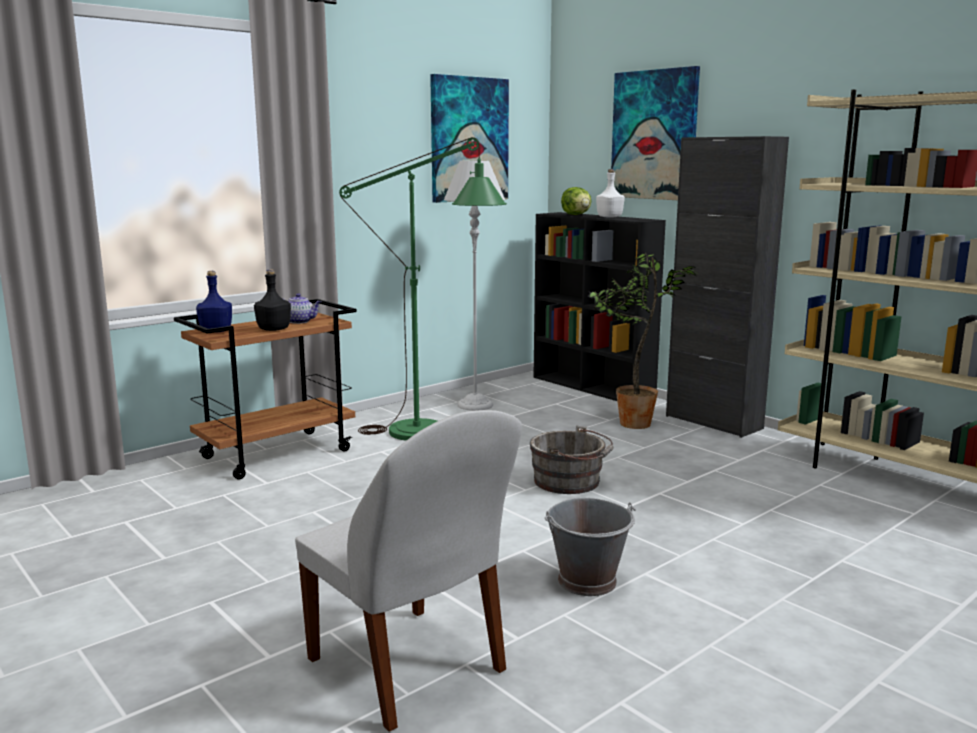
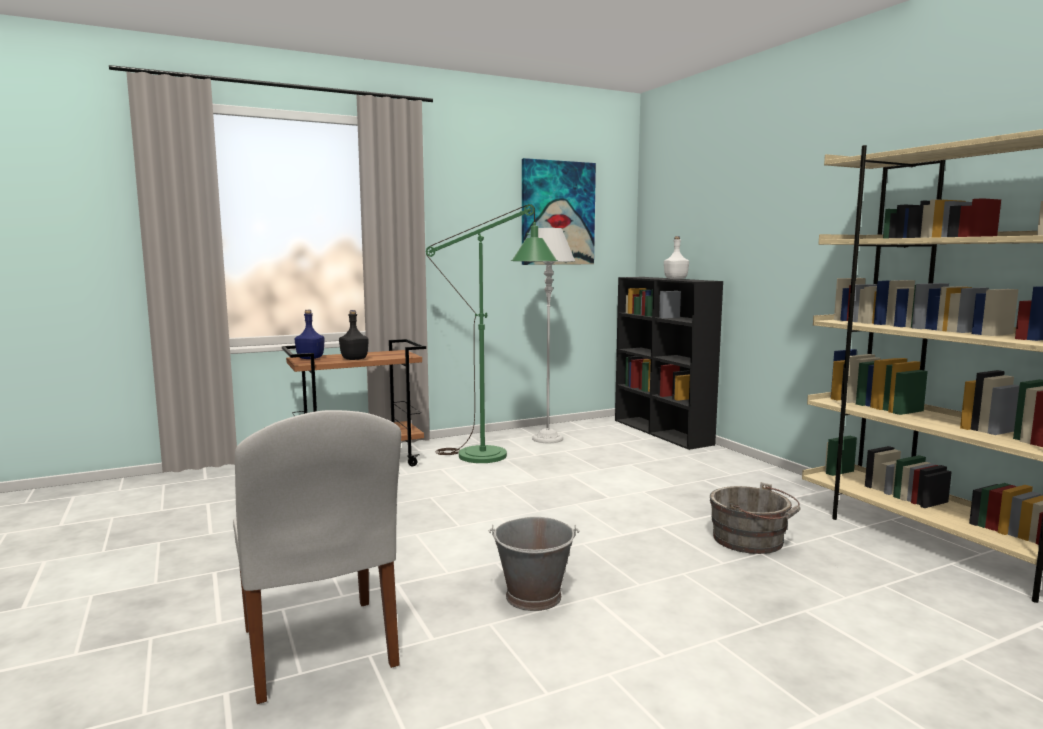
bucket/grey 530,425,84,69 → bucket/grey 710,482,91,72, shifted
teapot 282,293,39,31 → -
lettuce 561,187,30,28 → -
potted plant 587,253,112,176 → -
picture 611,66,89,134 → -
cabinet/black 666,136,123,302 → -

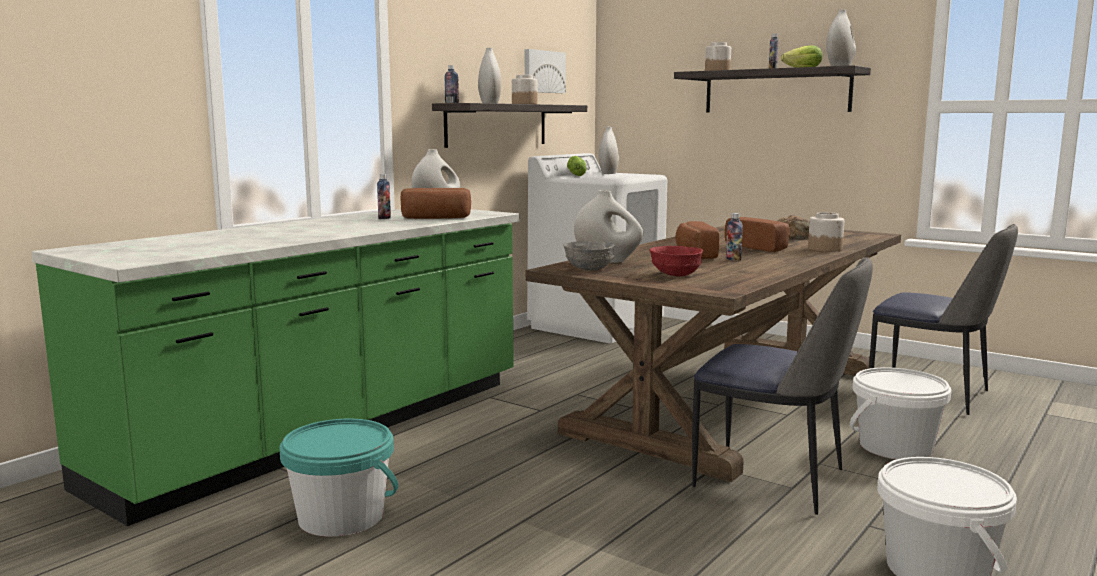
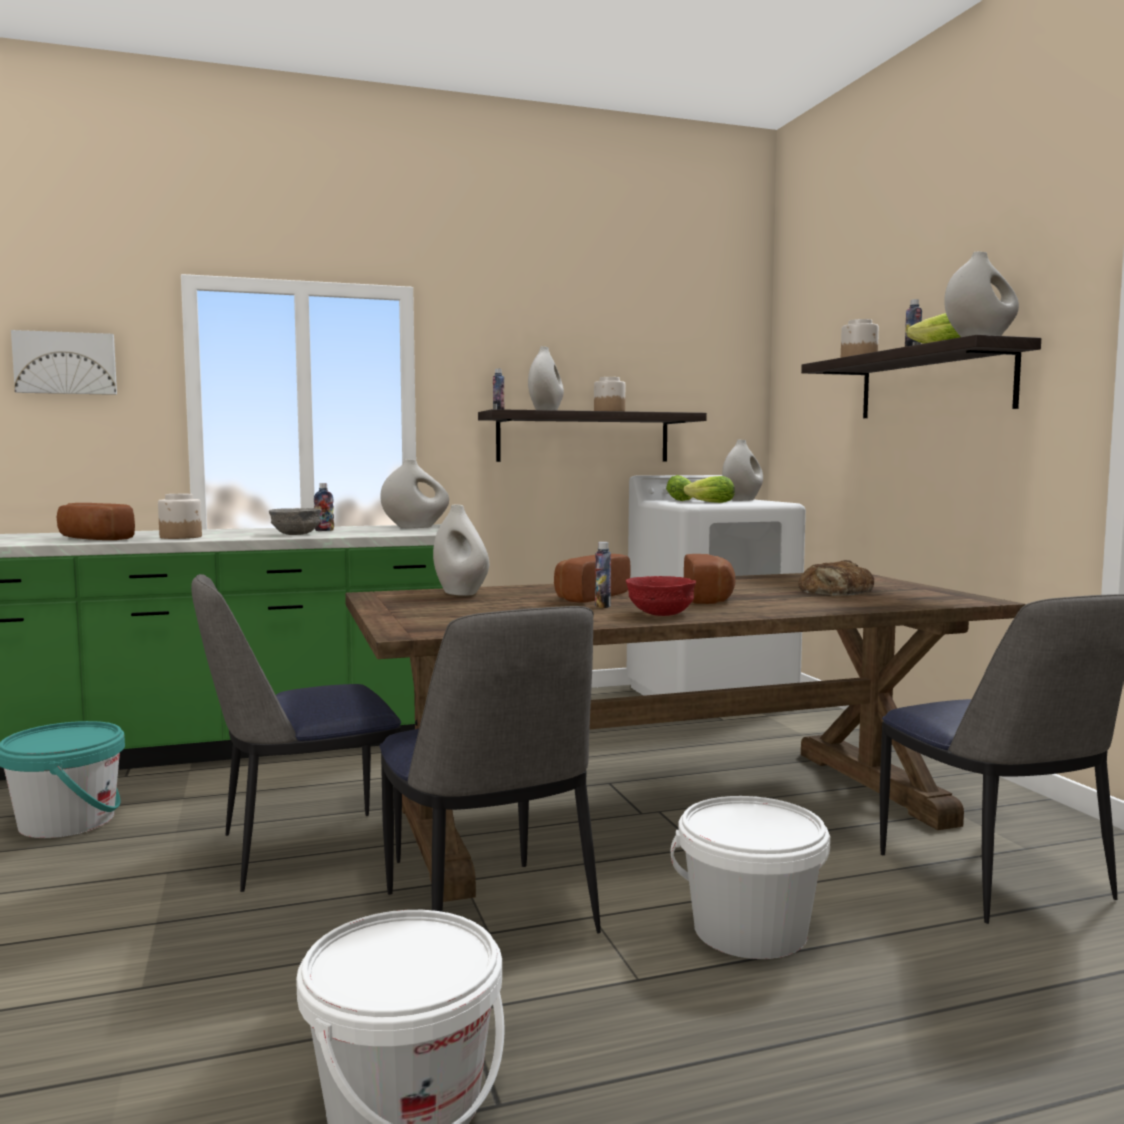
picture 525,49,41,44 → picture 11,330,106,65, shifted
bread 400,188,71,31 → bread 57,503,78,37, shifted
jar 808,212,36,40 → jar 158,494,44,45, shifted
- → chair 191,574,211,318
bowl/grey 563,241,52,30 → bowl/grey 269,508,53,27, shifted
bowl/red 650,246,53,31 → bowl/red 626,576,70,40, shifted
- → lettuce 684,476,51,27

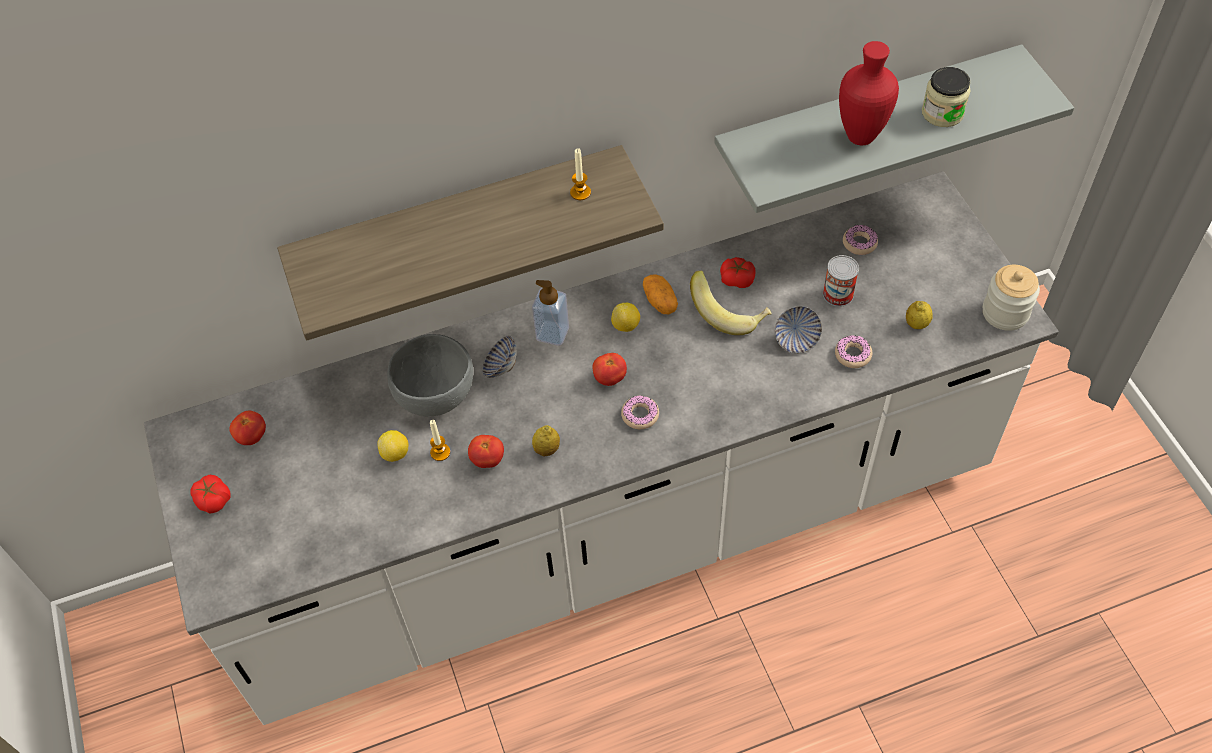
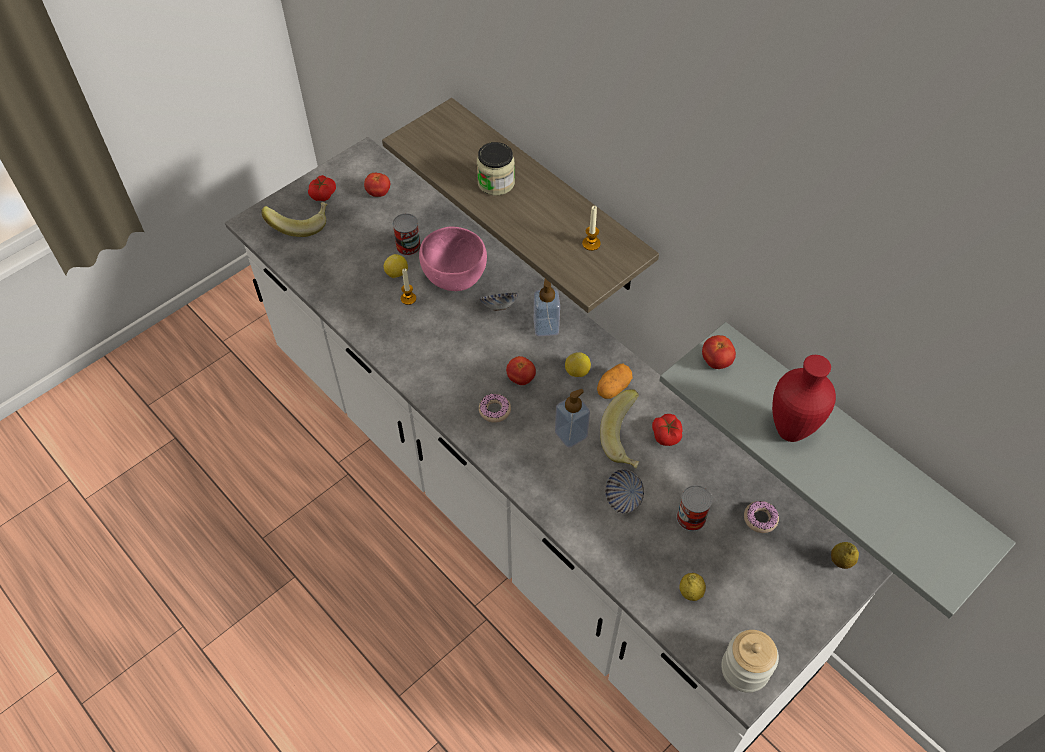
- → banana 261,202,67,35
- → can 393,213,28,43
bowl/grey 387,334,86,82 → bowl/pink 419,227,68,64
jar 922,67,49,60 → jar 477,142,38,53, shifted
- → soap dispenser 555,389,35,59
tomato 468,435,36,33 → tomato 702,335,34,34, shifted
lemon 532,425,28,31 → lemon 831,542,28,27, shifted
donut 835,335,37,33 → -

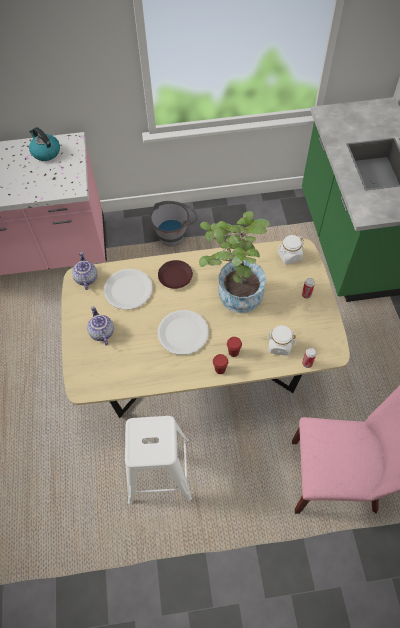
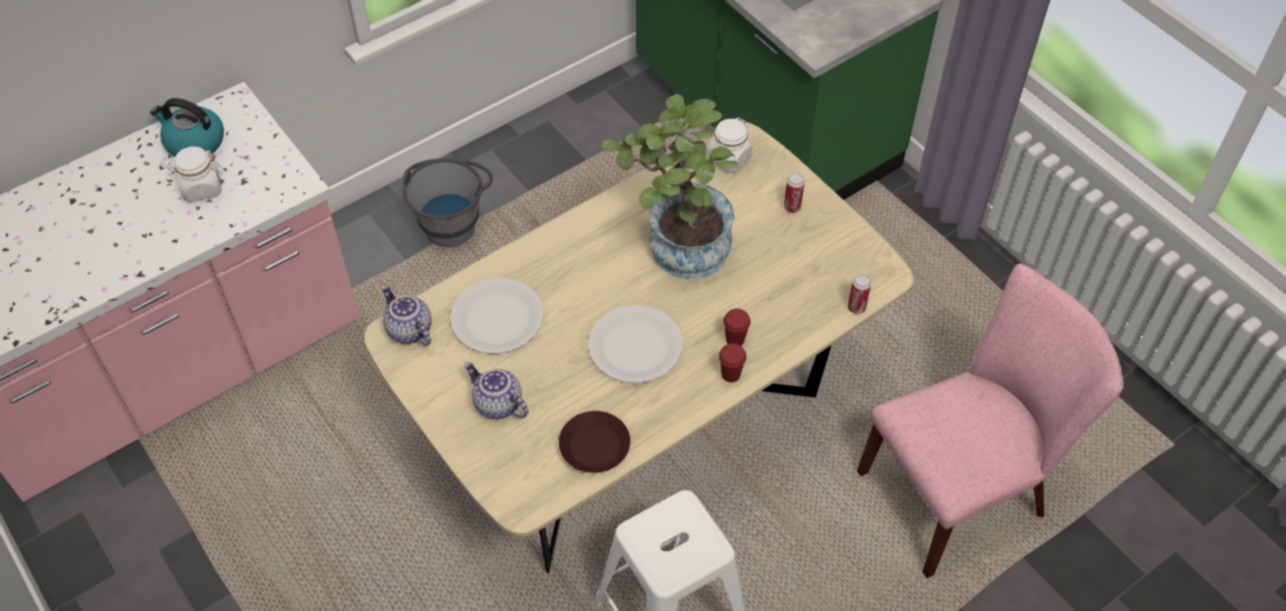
jar/white 266,325,30,31 → jar/white 167,147,56,55, shifted
plate/brown 158,260,35,29 → plate/brown 559,411,71,62, shifted

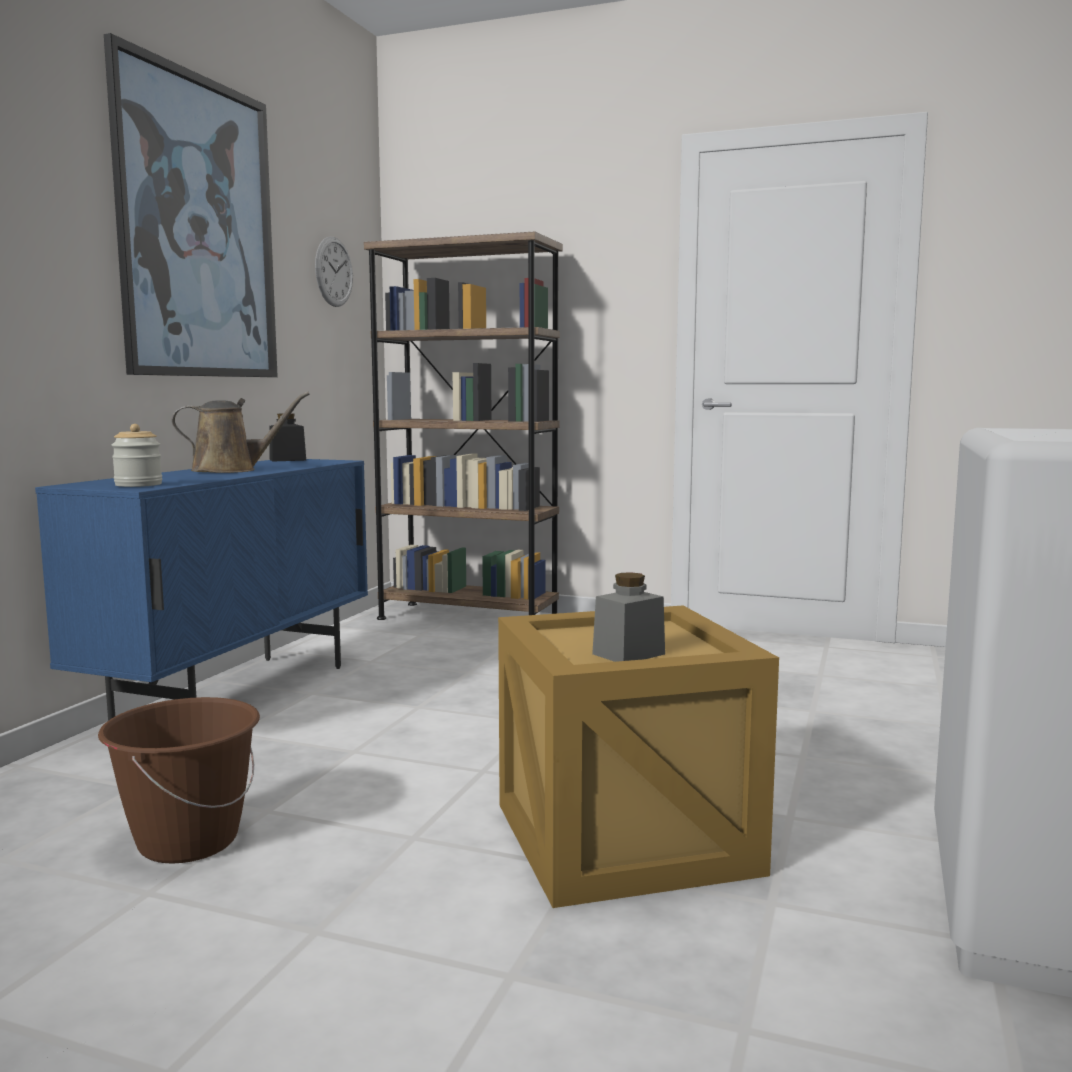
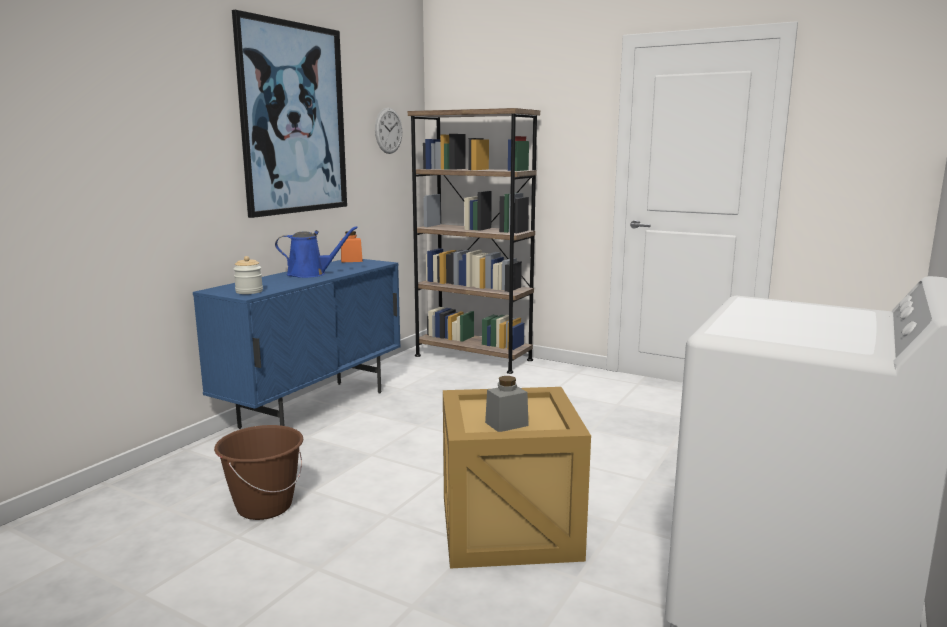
watering can/brown 172,392,137,81 → watering can/blue 275,226,83,52
jar/black 270,413,36,48 → jar/orange 341,231,22,31

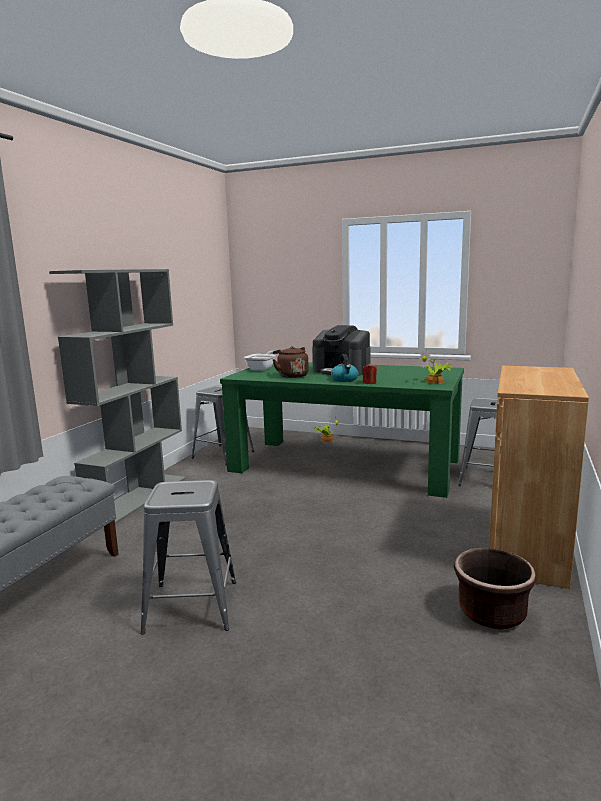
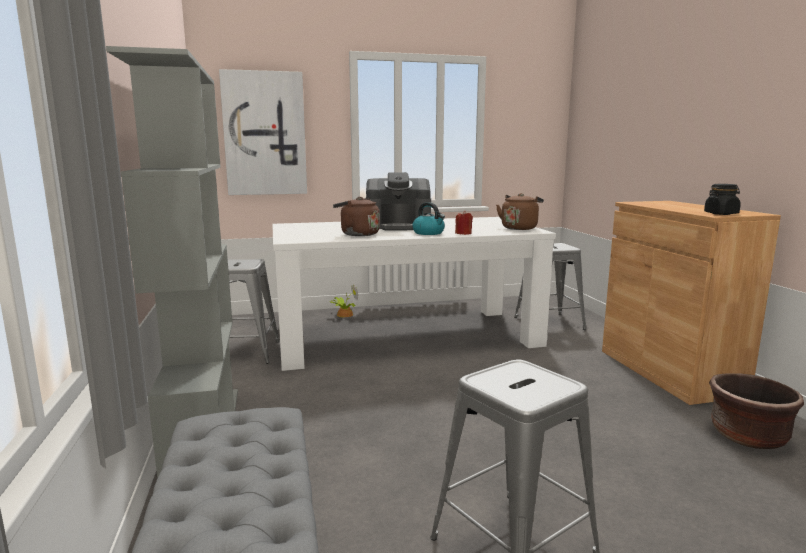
- → picture 219,69,88,126
dining table/green 220,361,244,137 → dining table/white 272,217,284,154
potted plant 419,349,33,35 → kettle/brown 496,193,48,37
- → jar/black 704,184,37,31
frying pan 244,351,32,20 → -

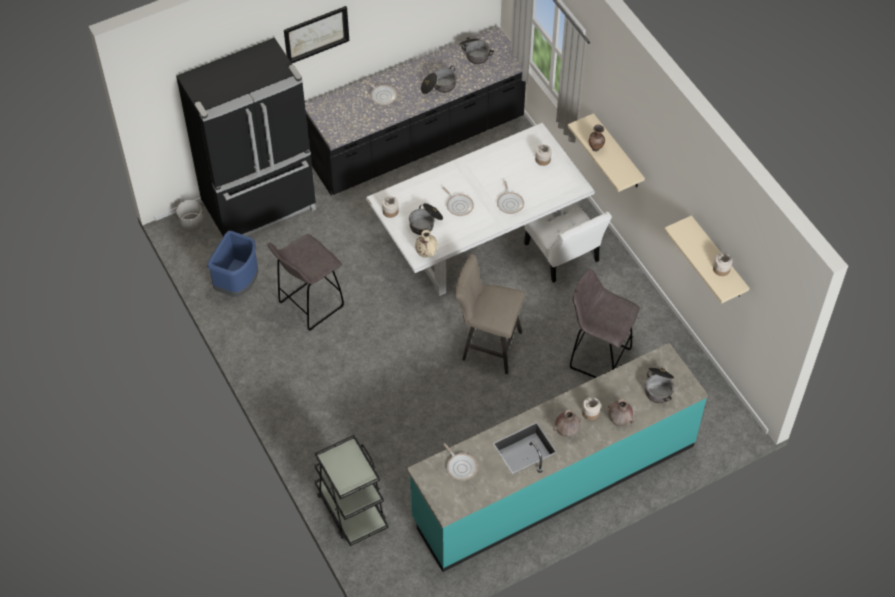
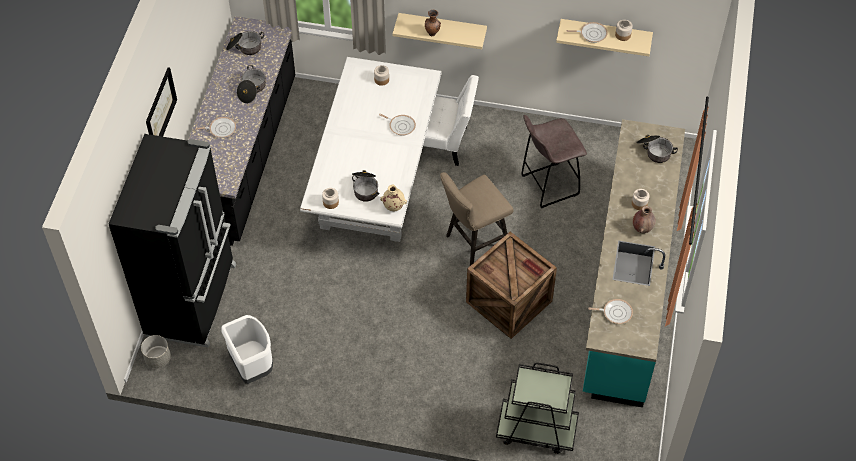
trash can/blue 207,231,51,66 → trash can/white 221,315,52,69
- → crate 466,232,91,107
frying pan 442,187,32,29 → frying pan 567,22,41,21, shifted
stool/grey 267,234,77,97 → -
vase/brown 608,399,25,27 → -

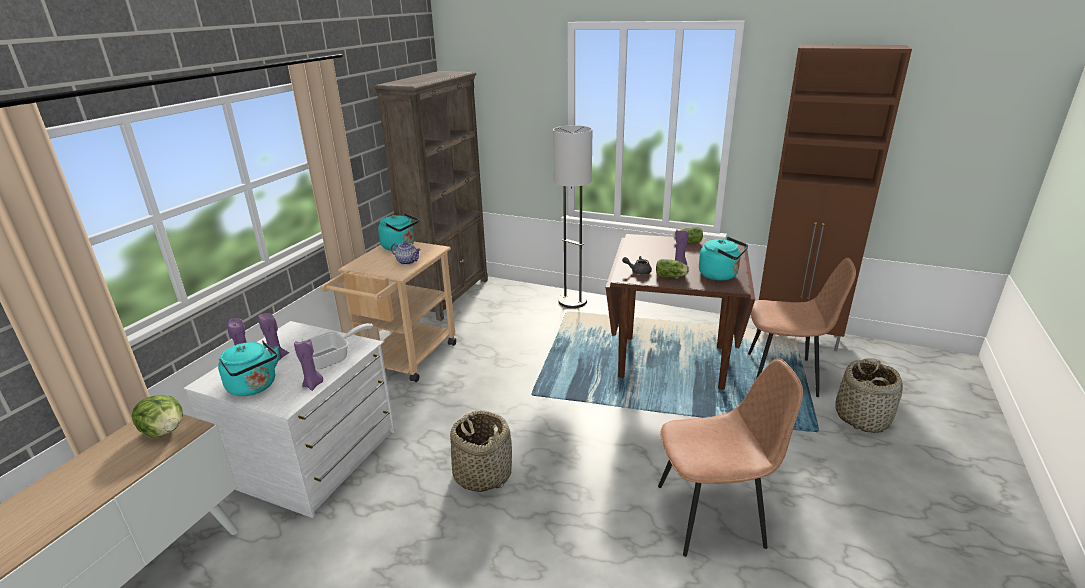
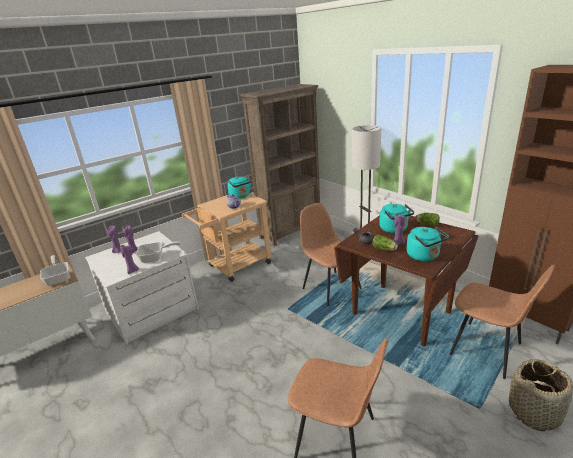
lettuce 132,395,51,42 → frying pan 40,255,30,31
- → chair/brown 300,203,62,104
kettle/turquoise 218,340,61,56 → kettle/turquoise 379,204,35,29, shifted
basket 450,410,62,82 → -

